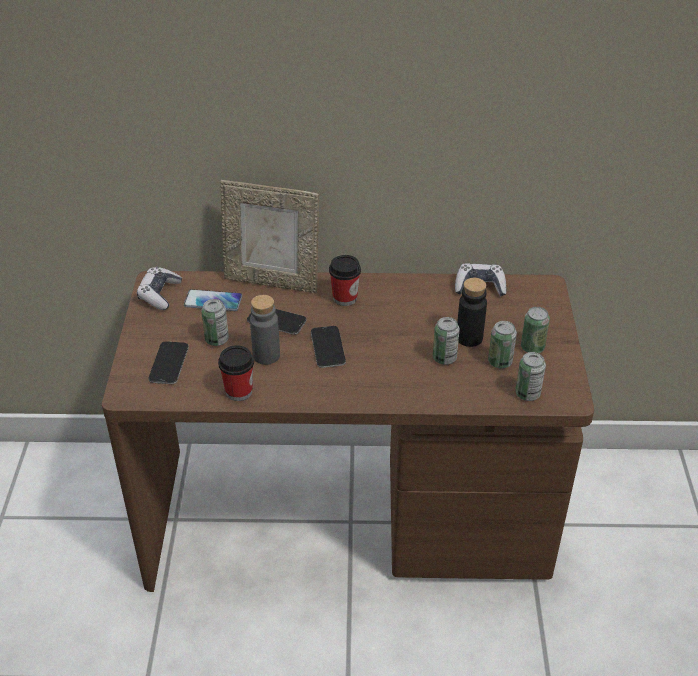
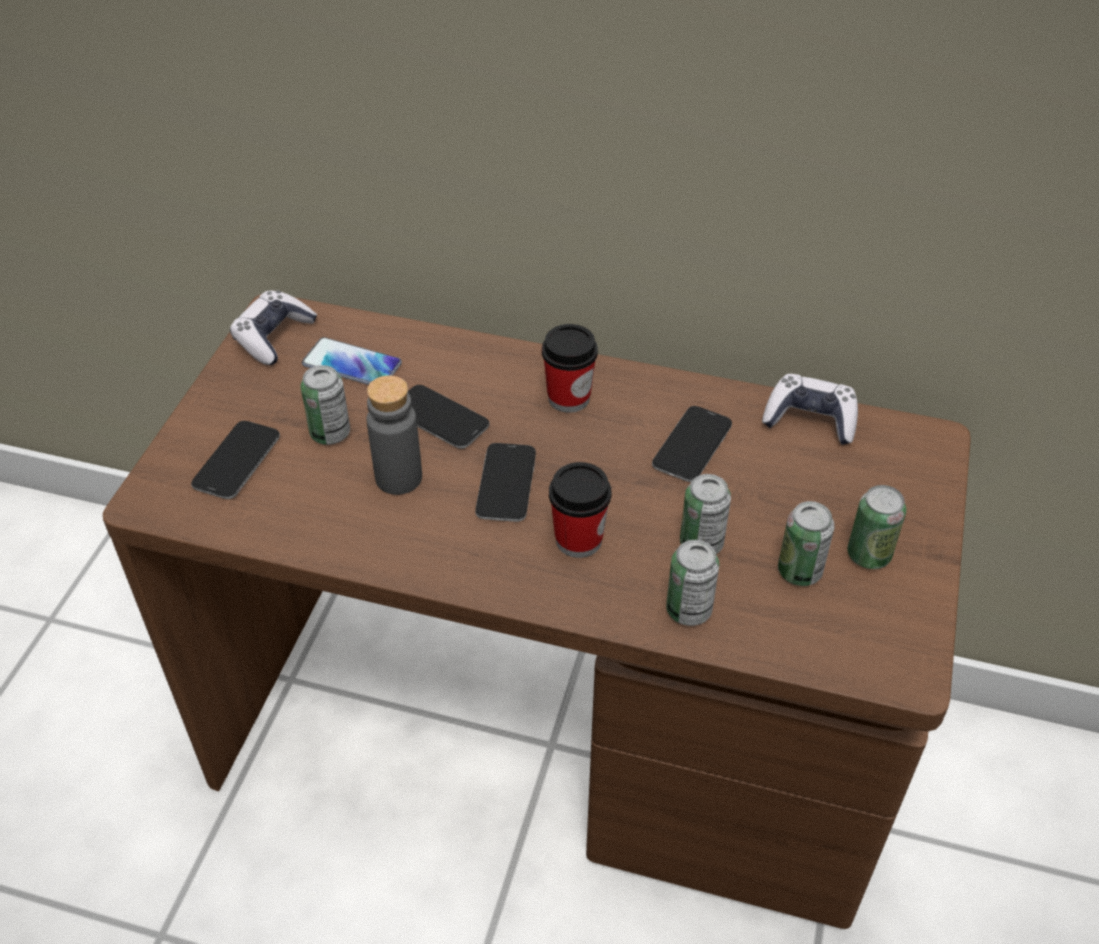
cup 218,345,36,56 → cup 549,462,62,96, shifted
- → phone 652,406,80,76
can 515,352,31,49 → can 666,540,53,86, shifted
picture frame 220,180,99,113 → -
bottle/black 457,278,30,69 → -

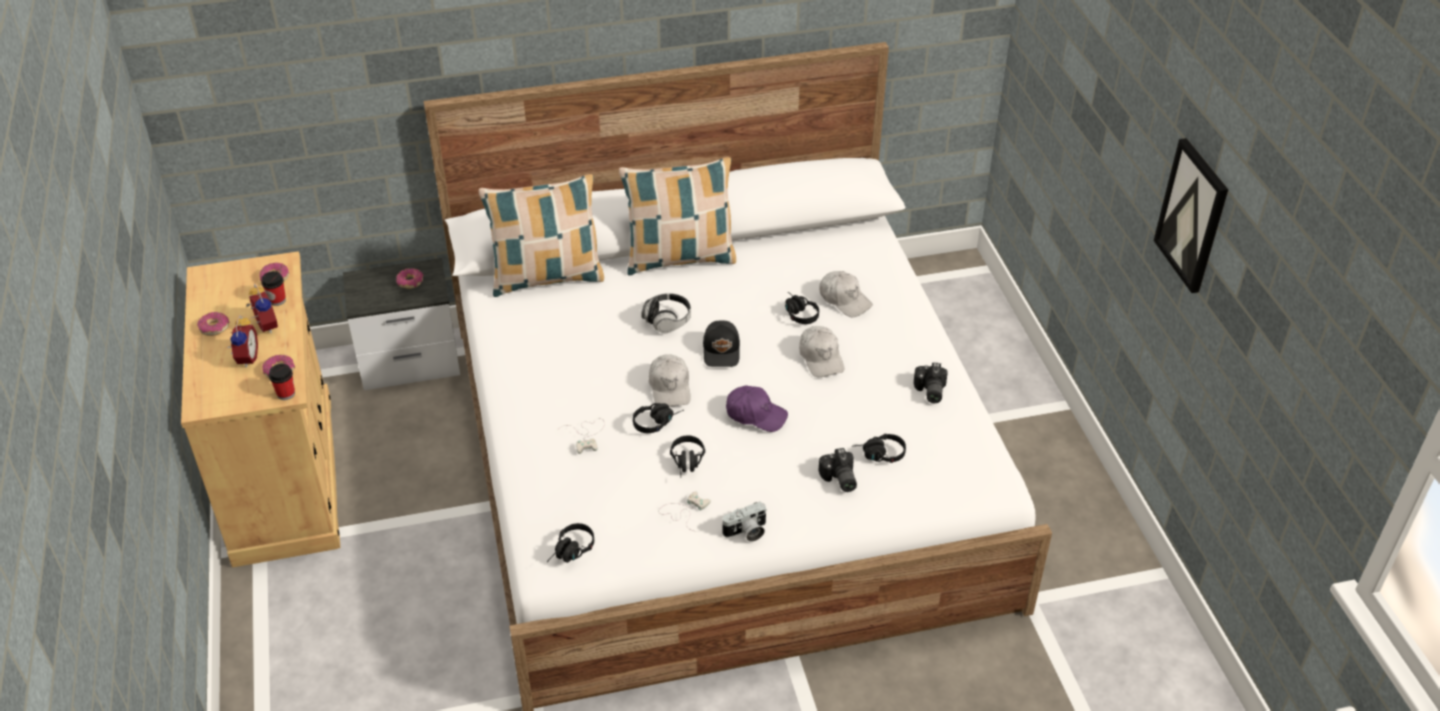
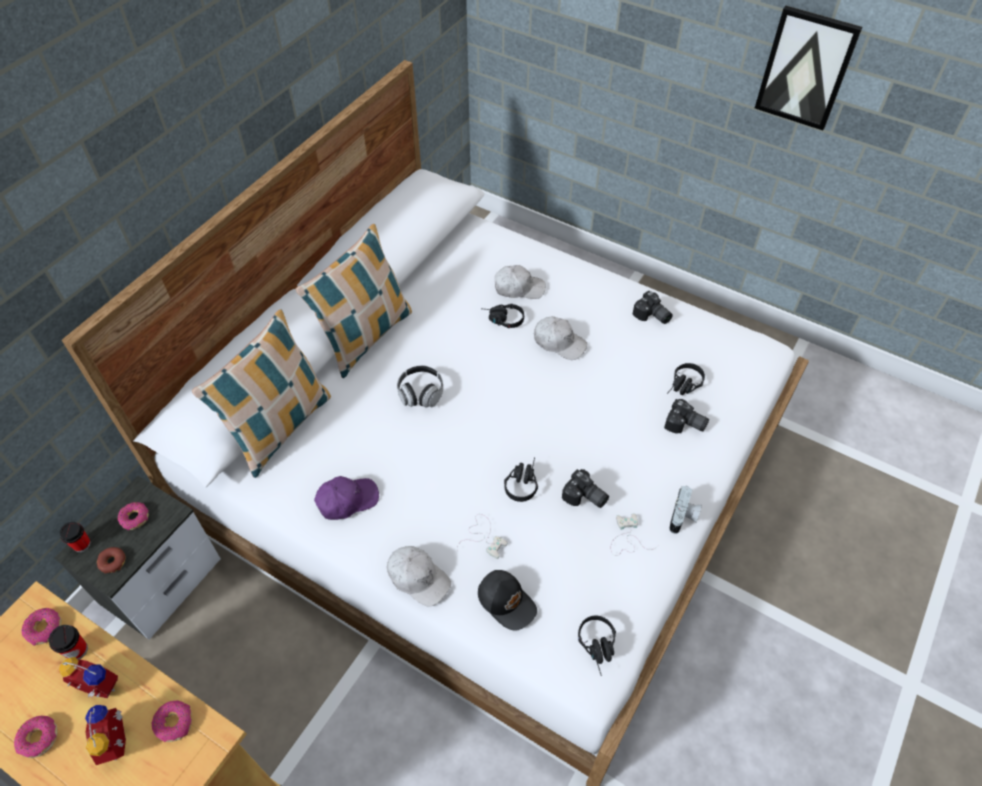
cup 269,364,26,36 → cup 60,522,31,30, shifted
alarm clock 228,315,30,53 → alarm clock 85,705,41,60, 150 degrees counterclockwise
- → donut 97,547,28,26
cap/purple 726,386,62,46 → cap/purple 314,476,65,44, shifted
cap/white 649,354,42,53 → cap/white 387,546,64,61, shifted
cap/black 703,320,37,47 → cap/black 478,570,59,61, shifted
headphones/black 670,435,35,43 → photo camera 562,469,47,39

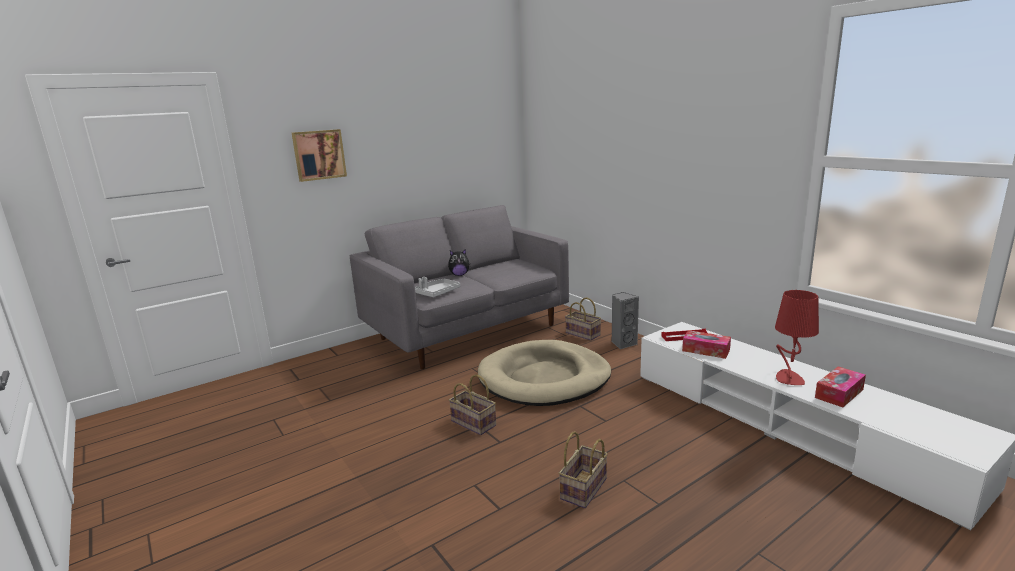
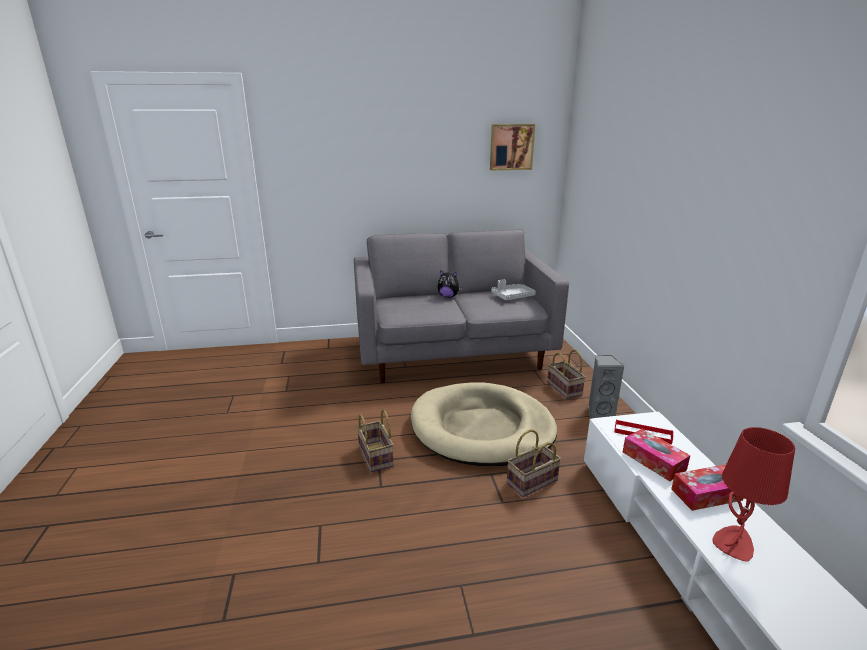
picture 292,129,55,53 → picture 490,124,45,46, shifted
tray/grey 415,277,45,20 → tray/grey 491,279,45,21, shifted
basket 559,431,49,77 → basket 507,430,54,67, shifted
tissue box 815,367,51,40 → tissue box 671,465,73,46, shifted

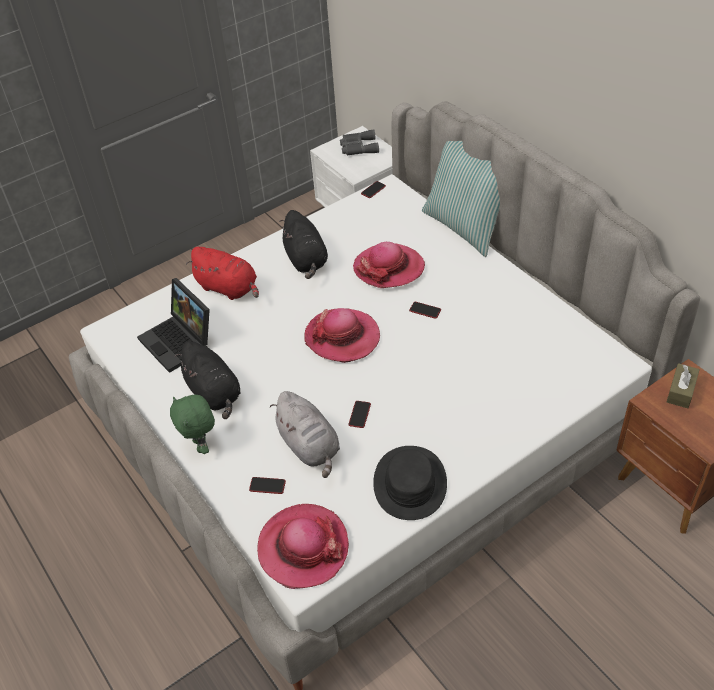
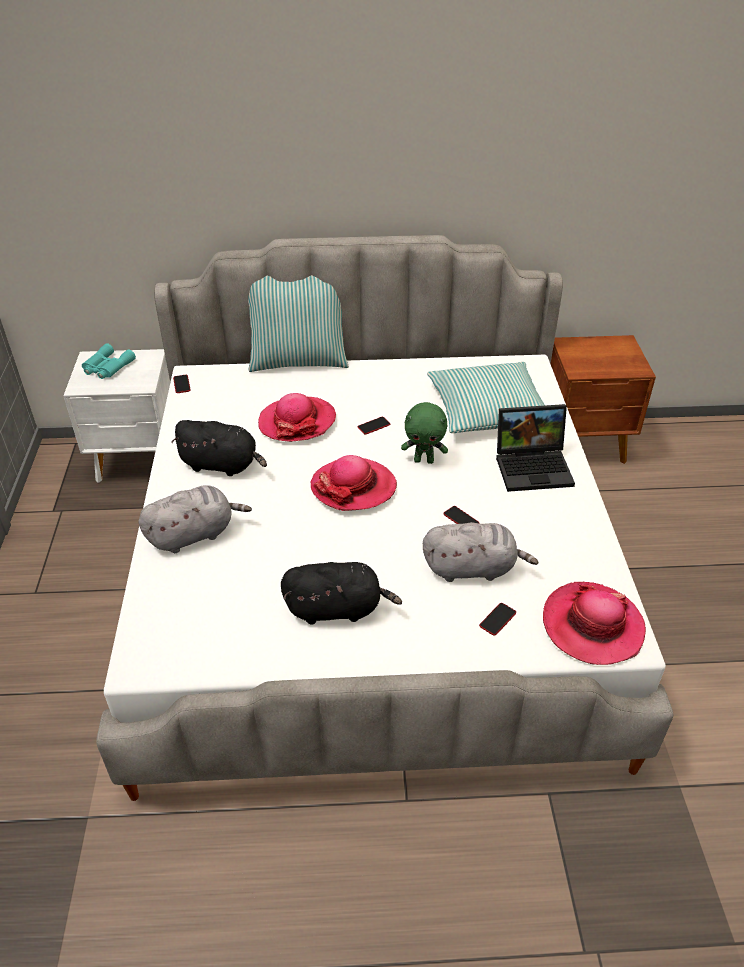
binoculars/grey 340,130,39,25 → binoculars/turquoise 82,343,54,36
plush toy/red 186,247,73,53 → plush toy/grey 138,485,114,68
plush toy/green 170,395,45,59 → plush toy/green 401,402,47,62, shifted
- → pillow 427,362,118,71
laptop 137,278,73,95 → laptop 496,404,79,88, shifted
hat/black 373,446,74,74 → -
tissue box/brown 667,363,33,45 → -

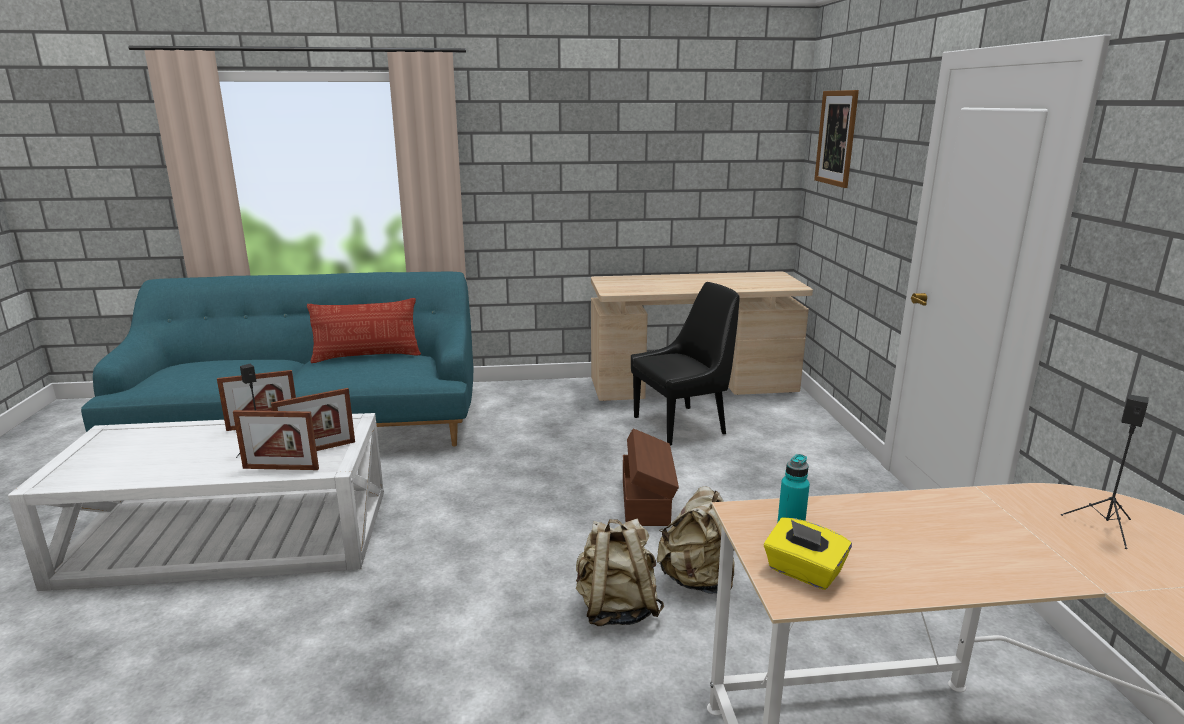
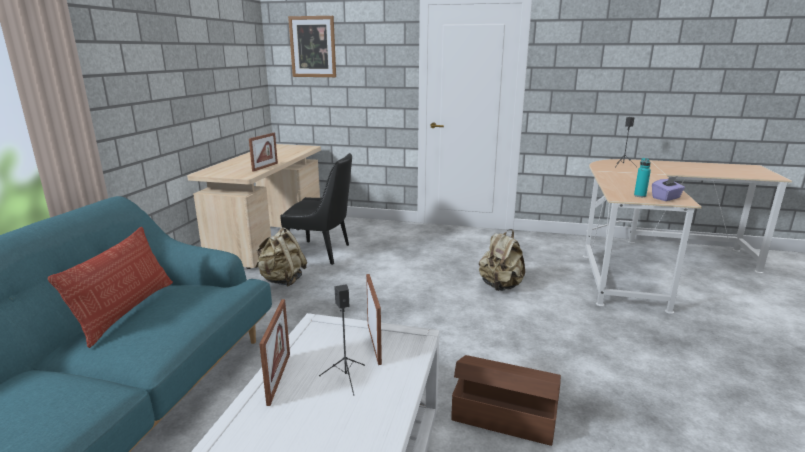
picture frame 233,410,86,60 → picture frame 249,133,29,39, shifted
backpack/beige 576,519,88,107 → backpack/beige 255,228,52,58, shifted
chair/black 631,282,109,164 → chair/black 280,153,72,112, 105 degrees clockwise
storage box/brown 623,428,56,98 → storage box/brown 451,355,110,91, shifted
tissue box/yellow 764,518,88,72 → tissue box/purple 652,176,33,25

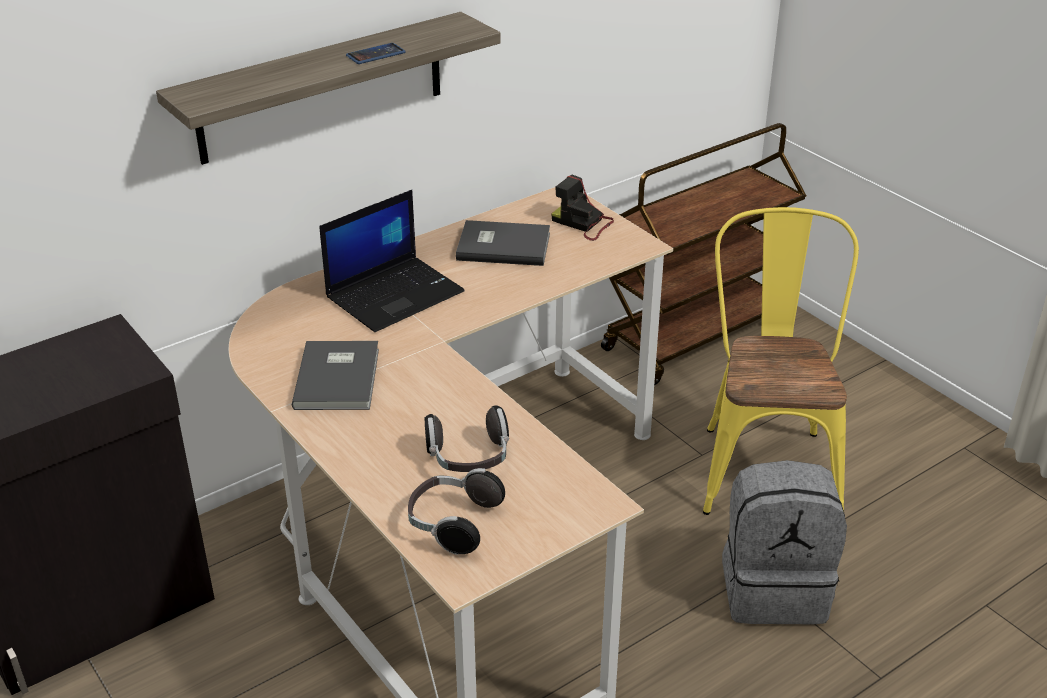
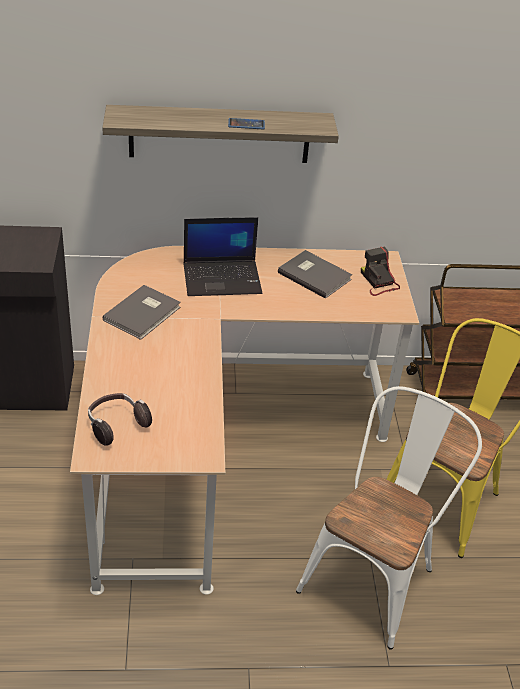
backpack/grey 722,460,125,164 → chair/white 296,386,186,264
headphones 425,406,84,66 → -

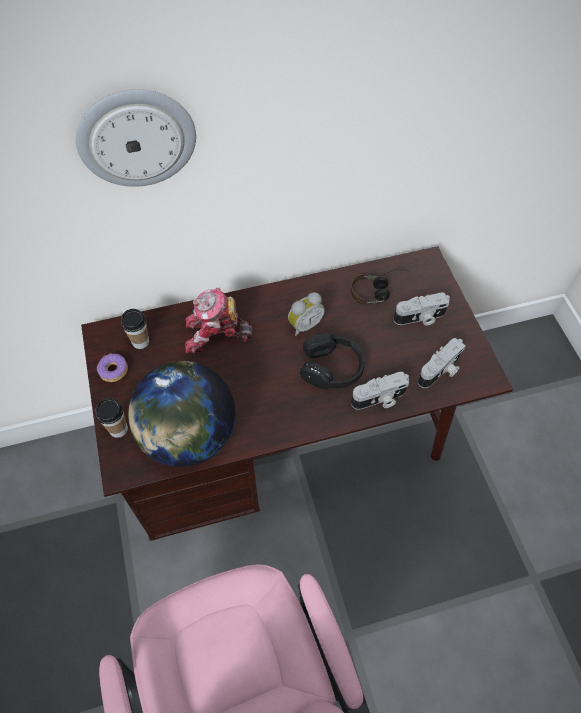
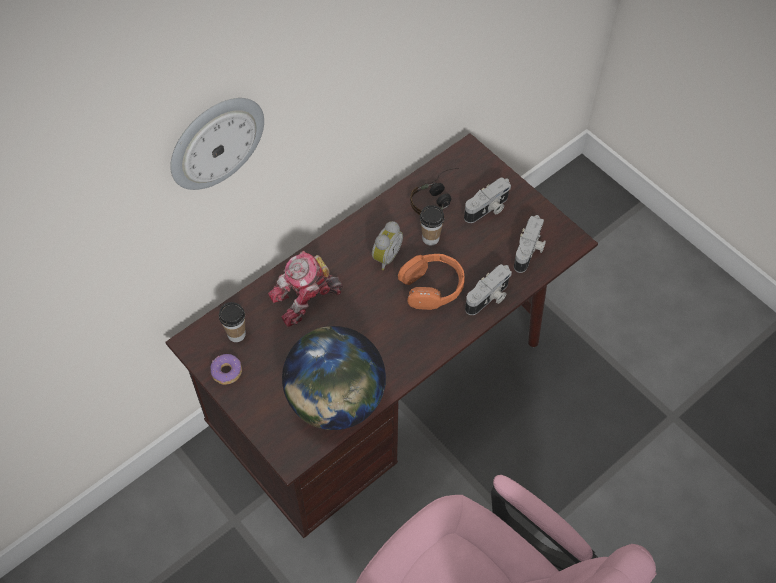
headphones/black 300,333,65,56 → headphones/orange 398,254,67,56
cup 95,398,33,40 → cup 420,205,24,40, shifted

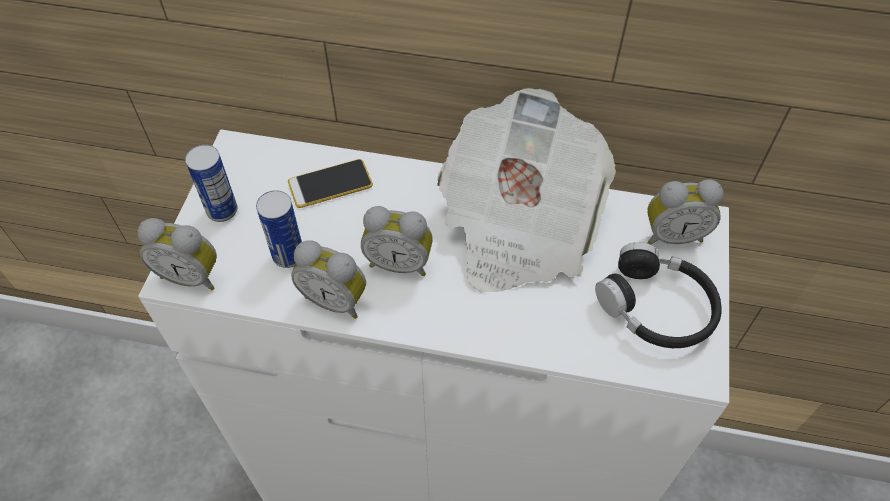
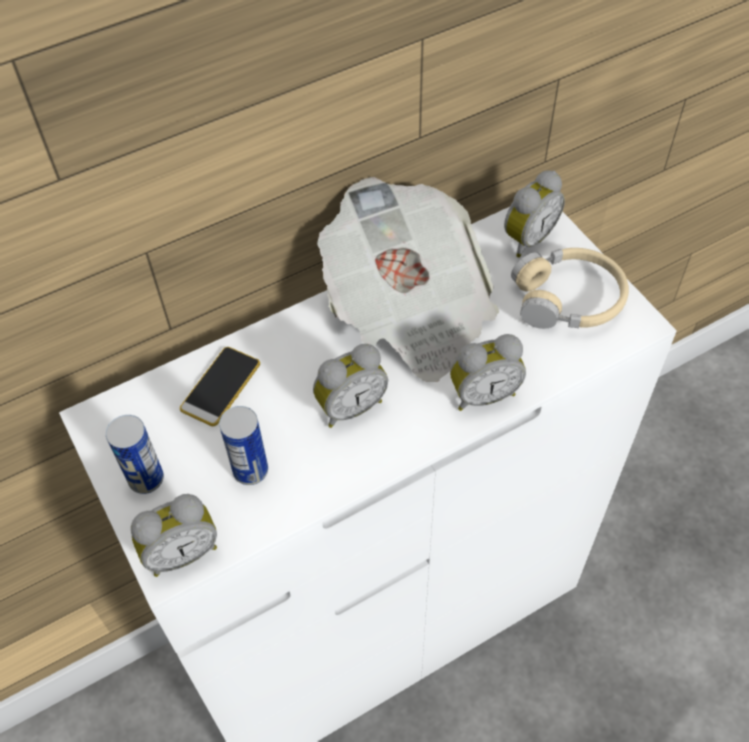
alarm clock 291,240,75,79 → alarm clock 450,334,76,77, shifted
headphones/black 595,242,127,106 → headphones/beige 511,248,118,81

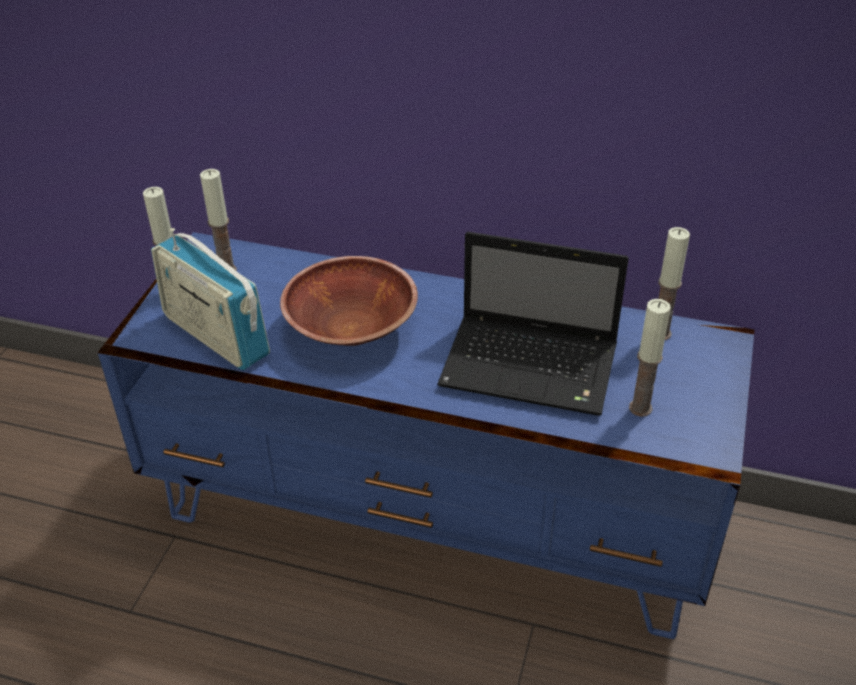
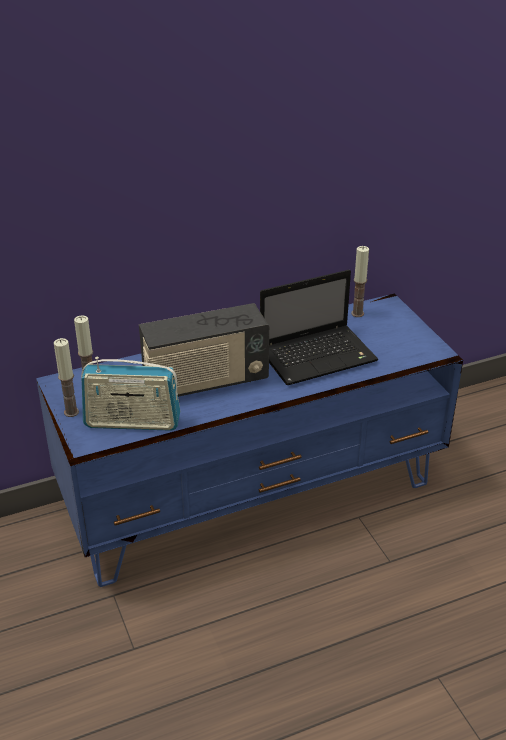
bowl/brown 280,256,138,90 → radio 139,303,130,94
candle 629,299,42,118 → -

